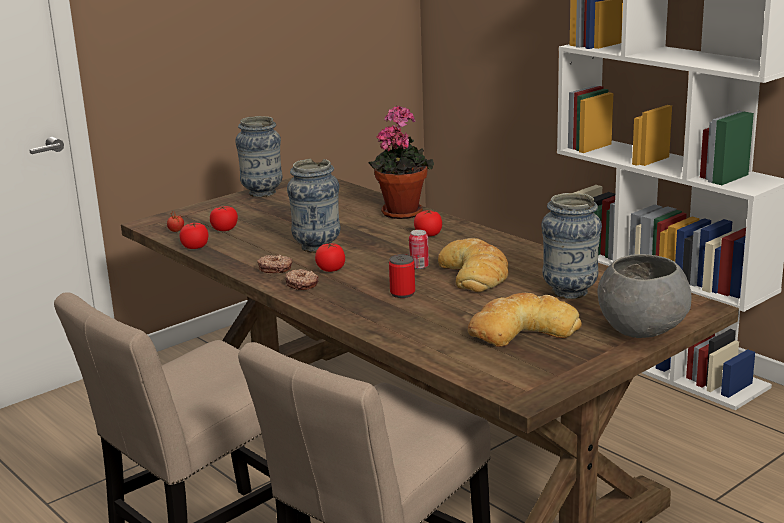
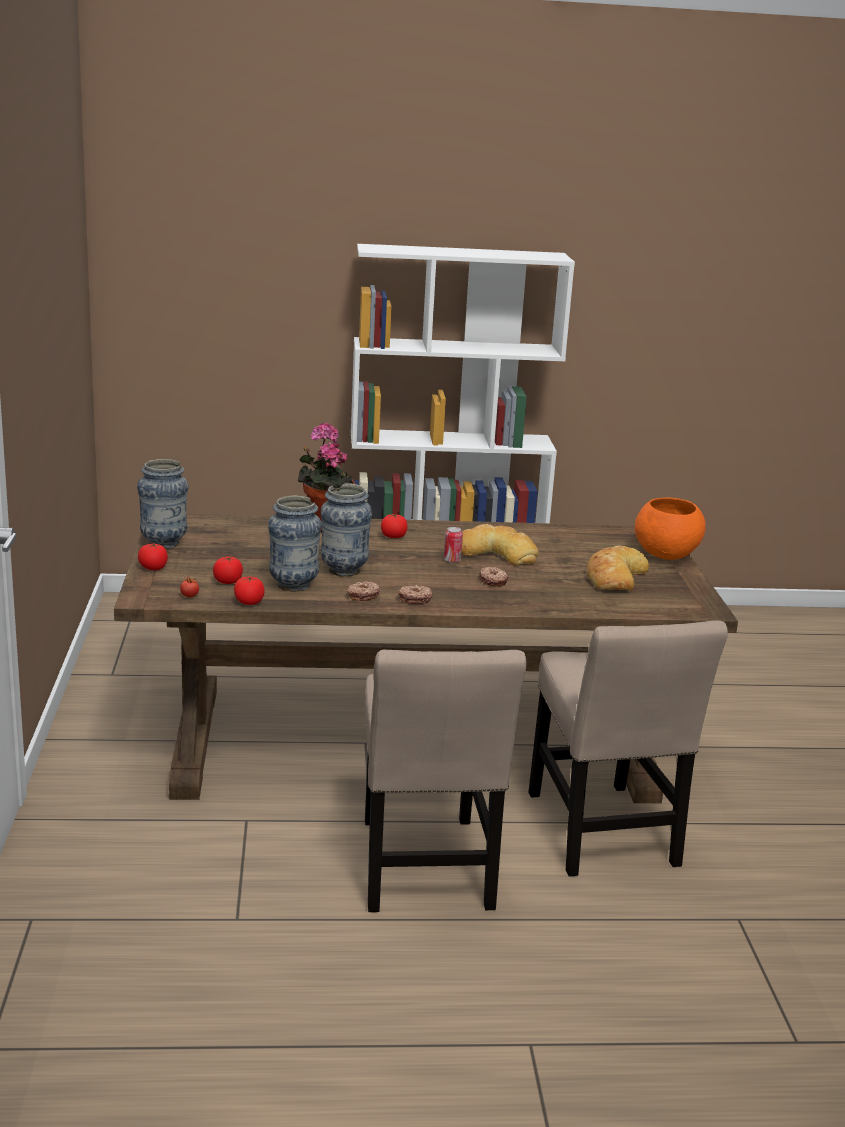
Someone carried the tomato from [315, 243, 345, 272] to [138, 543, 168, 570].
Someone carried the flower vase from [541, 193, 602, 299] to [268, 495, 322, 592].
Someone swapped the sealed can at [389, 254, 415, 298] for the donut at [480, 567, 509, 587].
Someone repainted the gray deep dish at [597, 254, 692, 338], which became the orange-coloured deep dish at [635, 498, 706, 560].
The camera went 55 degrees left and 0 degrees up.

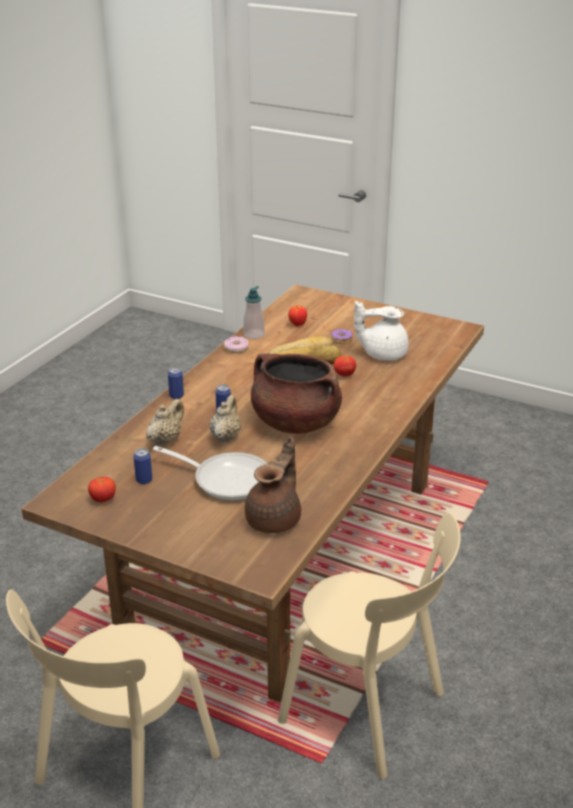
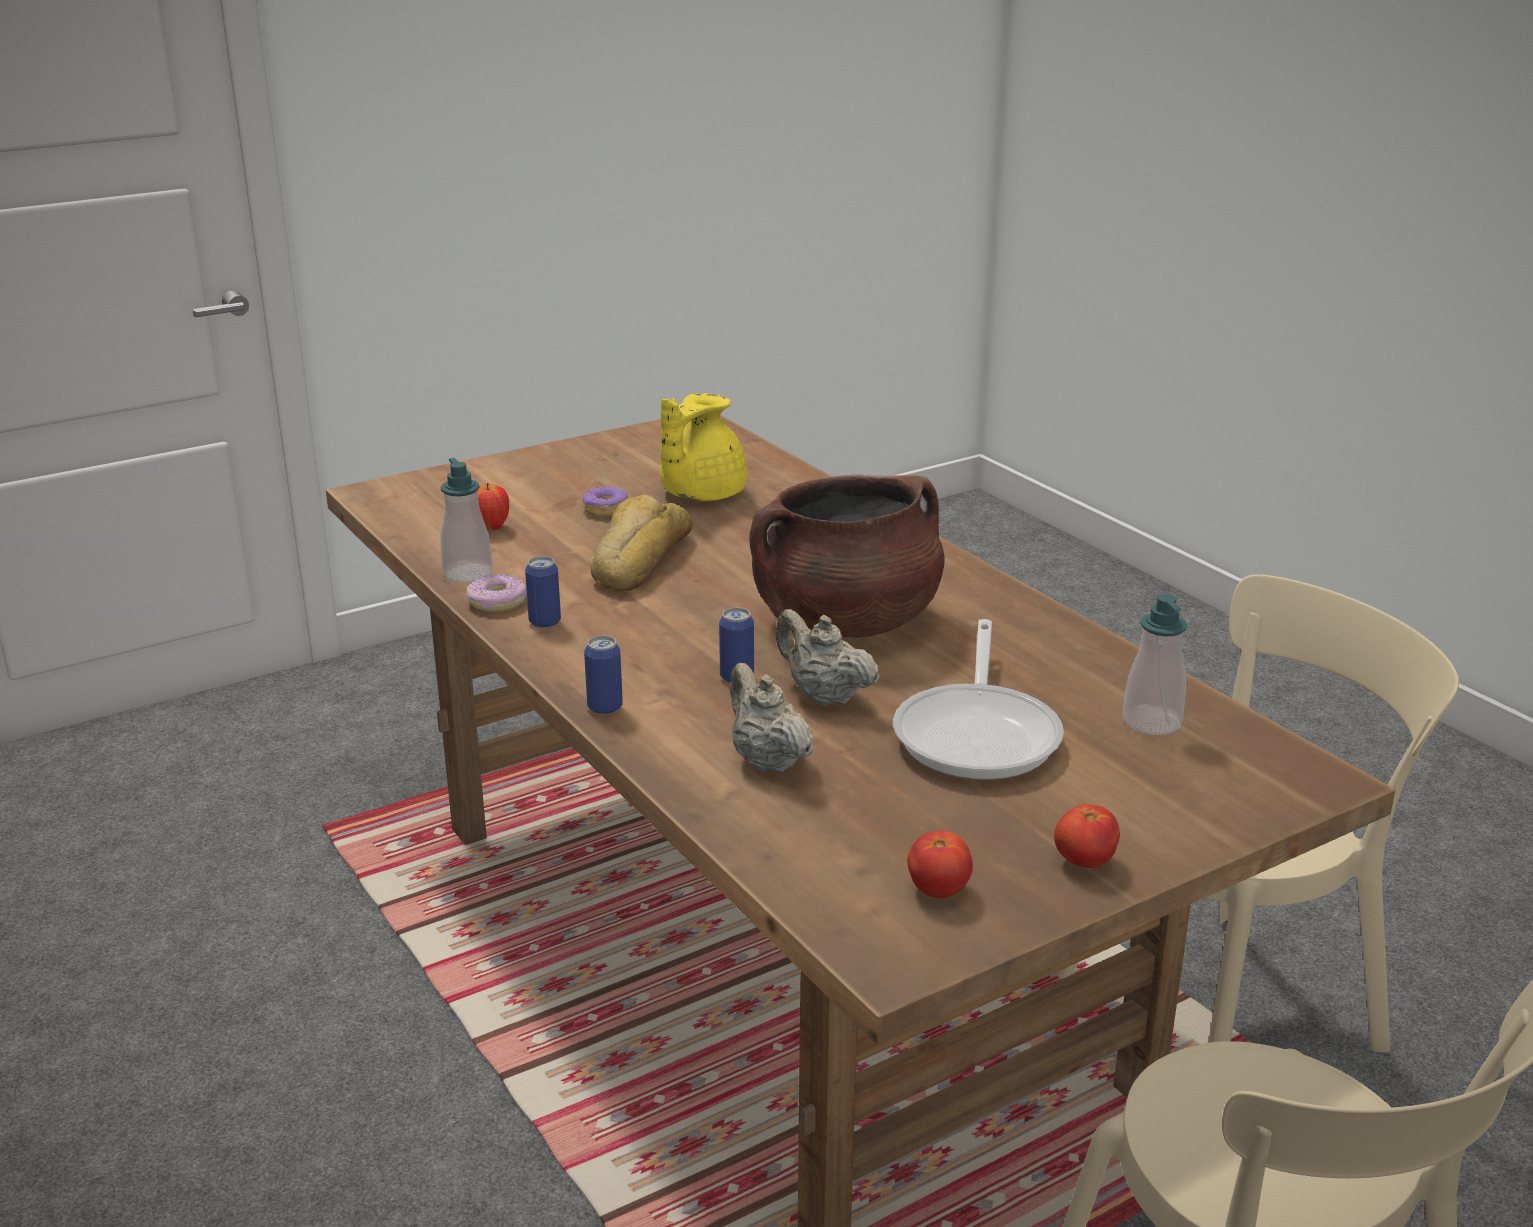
Someone carried the sealed can from [134, 448, 152, 484] to [525, 556, 561, 628].
Someone carried the tomato from [334, 356, 356, 376] to [1054, 804, 1120, 868].
Someone swapped the brownish teapot at [245, 436, 301, 533] for the soap dispenser at [1122, 594, 1187, 735].
Someone repainted the whitish teapot at [354, 301, 409, 361], which became the yellowish teapot at [660, 393, 747, 501].
Someone rotated the pan at [153, 446, 267, 501] by 135 degrees clockwise.
The camera went 60 degrees left and 5 degrees down.

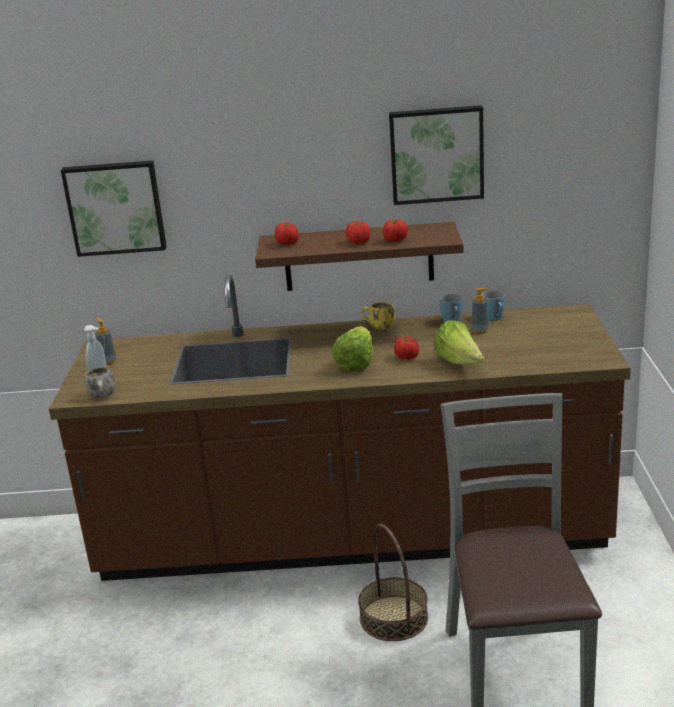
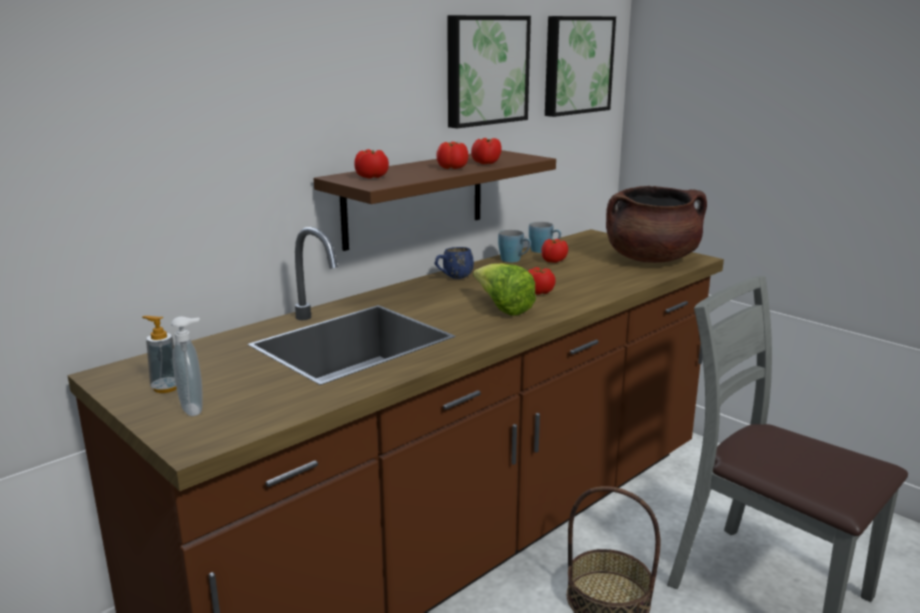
Someone took away the whitish coffee mug at [85, 367, 115, 398].
Someone took away the lettuce at [434, 320, 485, 365].
Someone put down the brownish cooking pot at [606, 186, 707, 263].
Someone carried the wall picture from [61, 161, 167, 257] to [545, 16, 616, 117].
Someone swapped the soap dispenser at [471, 288, 489, 334] for the tomato at [541, 239, 568, 263].
Someone repainted the yellowish coffee mug at [361, 302, 395, 330], which became the blue-coloured coffee mug at [435, 247, 474, 279].
The camera went 45 degrees left and 5 degrees down.

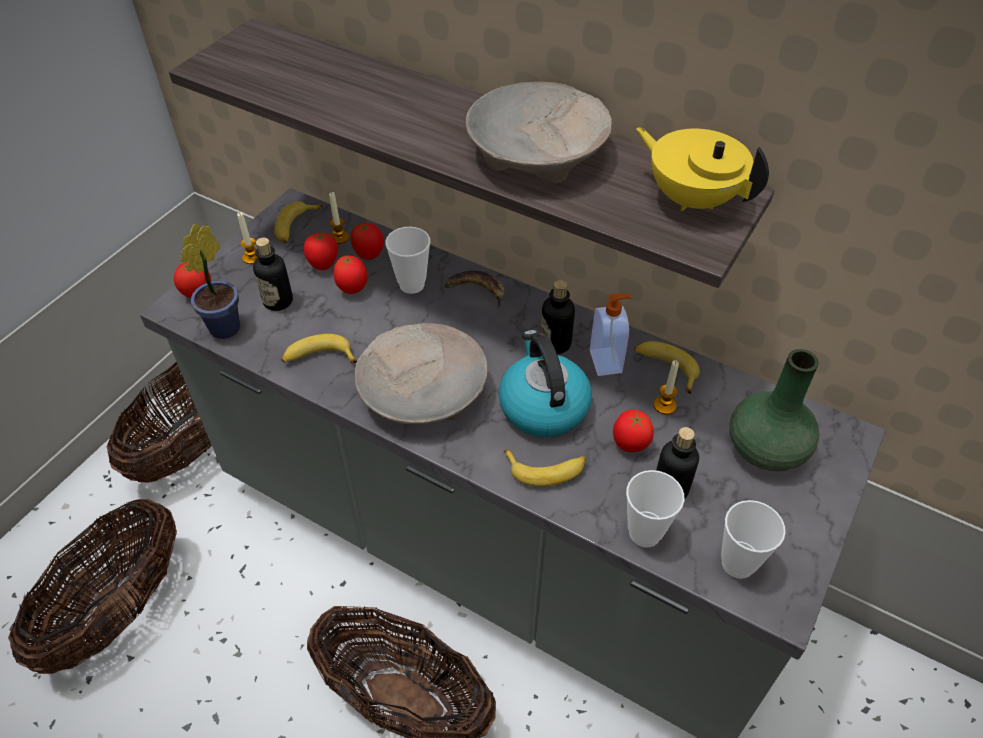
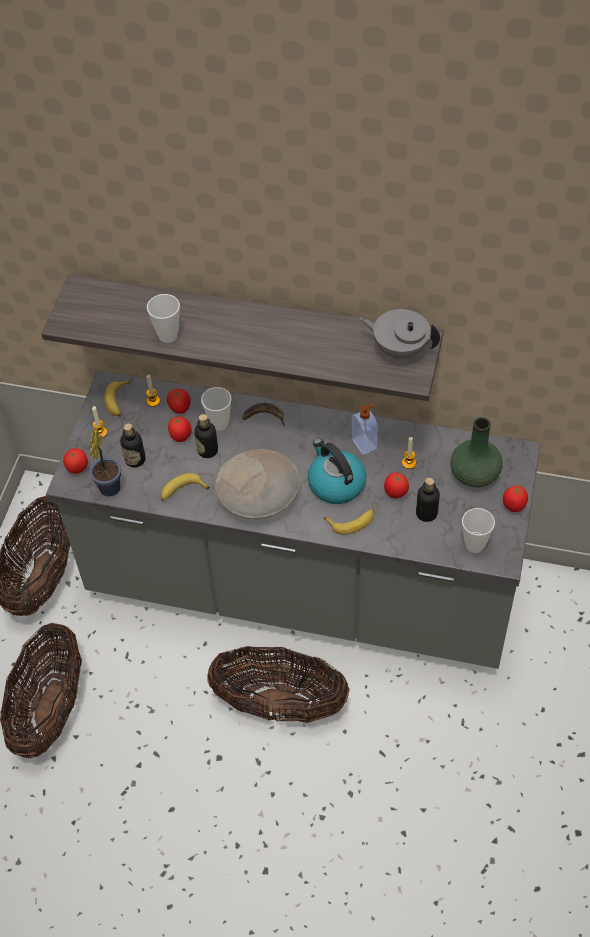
Someone took away the sand-coloured deep dish at [466, 82, 612, 184].
Someone took away the banana fruit at [634, 341, 700, 394].
Someone carried the tomato from [304, 232, 338, 270] to [503, 486, 528, 512].
Someone carried the bottle from [540, 280, 575, 354] to [195, 414, 218, 458].
Someone carried the small cup from [626, 470, 684, 548] to [147, 294, 180, 343].
Someone repainted the yellowish teapot at [636, 127, 769, 212], which became the gray teapot at [360, 309, 440, 359].
The camera went 15 degrees left and 5 degrees up.

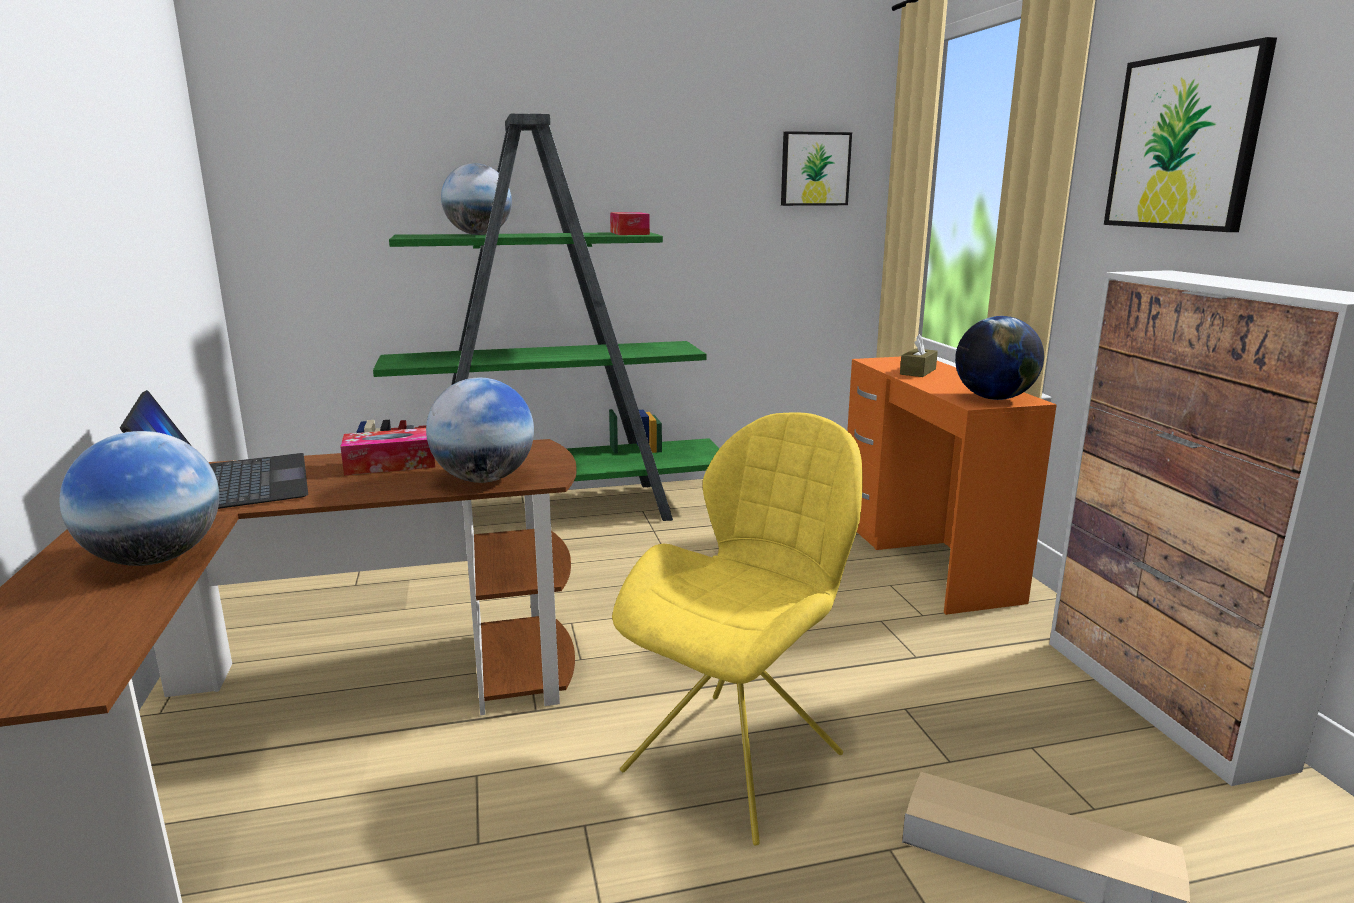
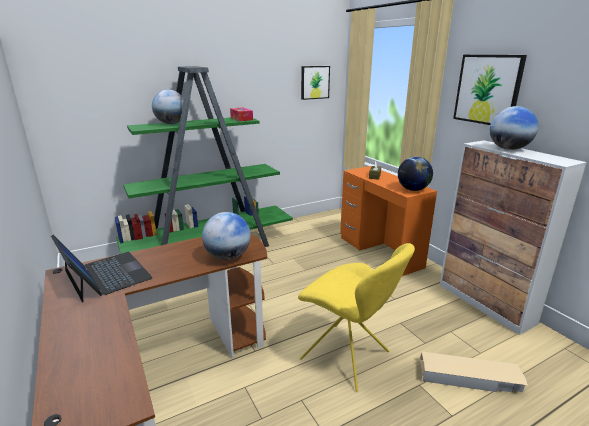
Someone took away the tissue holder at [340, 428, 435, 475].
Someone carried the desk globe from [59, 431, 219, 566] to [489, 106, 538, 150].
Someone rotated the yellowish chair at [612, 412, 863, 845] by 105 degrees clockwise.
The camera went 15 degrees left and 5 degrees up.

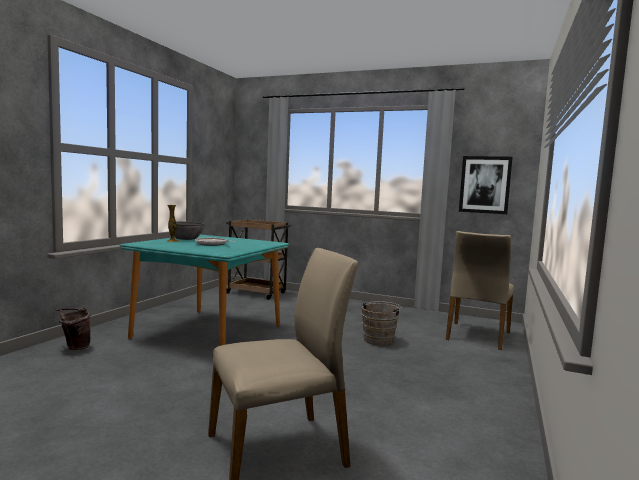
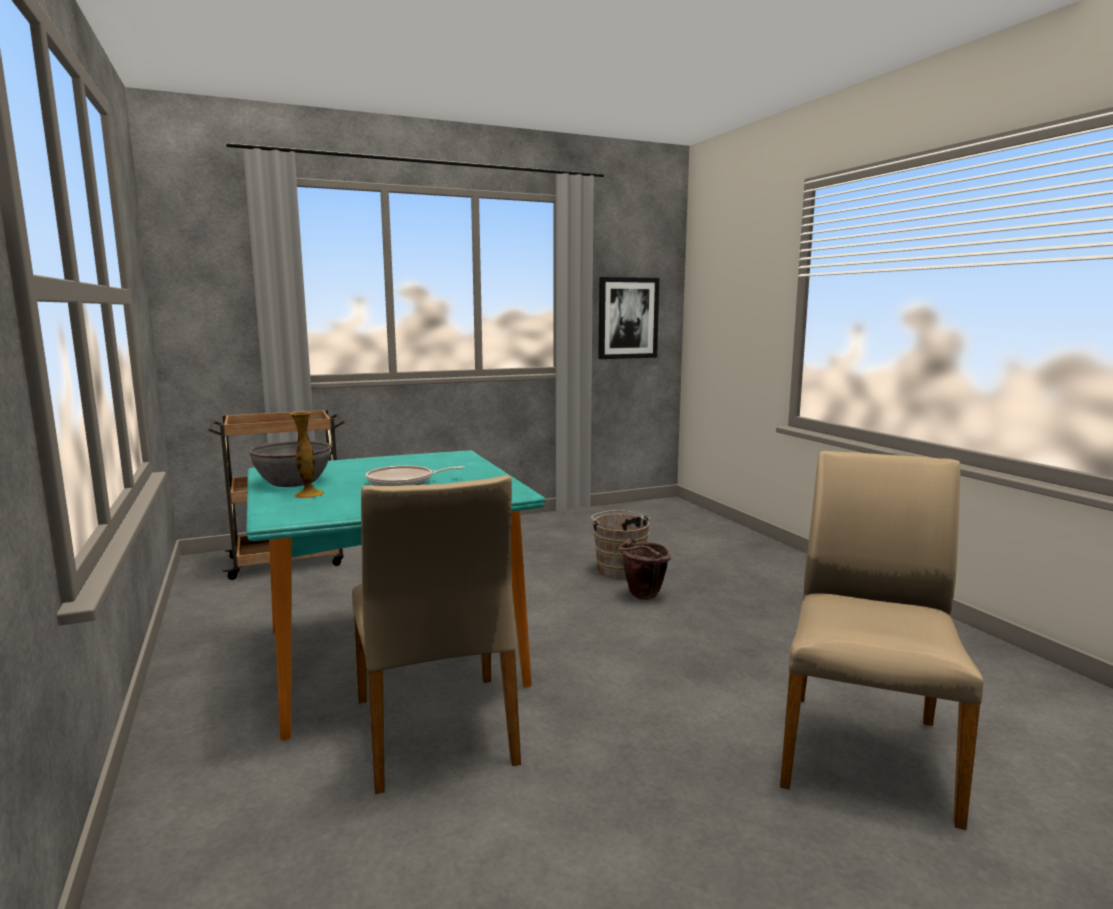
Someone carried the brownish pail from [56, 307, 91, 350] to [618, 539, 671, 600].
Someone carried the sand-coloured chair from [446, 231, 514, 350] to [352, 475, 521, 794].
The camera went 45 degrees left and 5 degrees up.

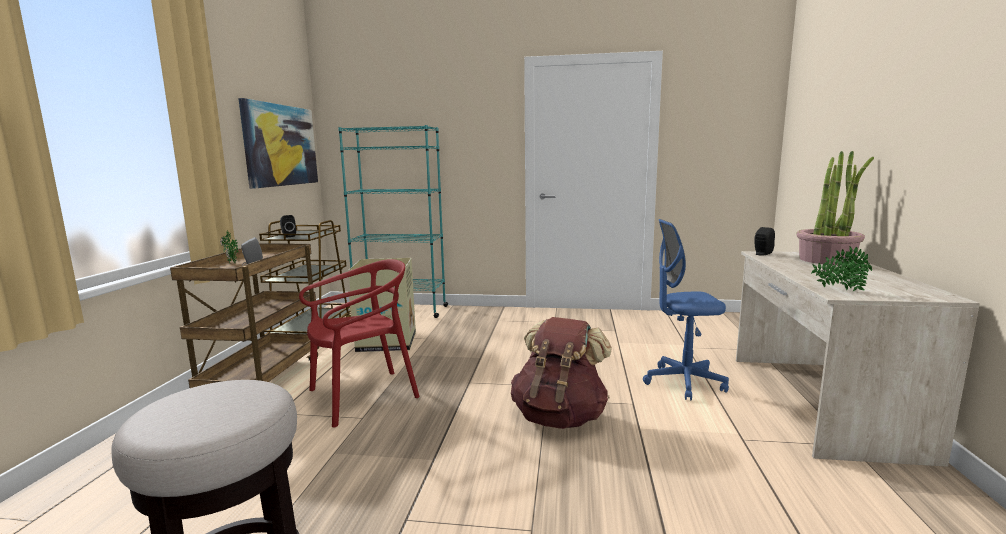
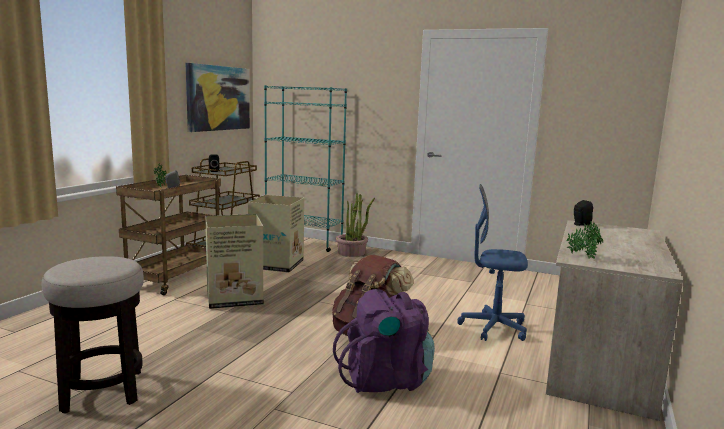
Someone put down the purple rucksack at [333, 289, 435, 393].
Someone carried the potted plant from [797, 151, 874, 265] to [336, 193, 375, 257].
Someone swapped the reddish chair at [299, 259, 420, 427] for the packing box at [205, 214, 263, 309].
The camera went 15 degrees right and 0 degrees up.

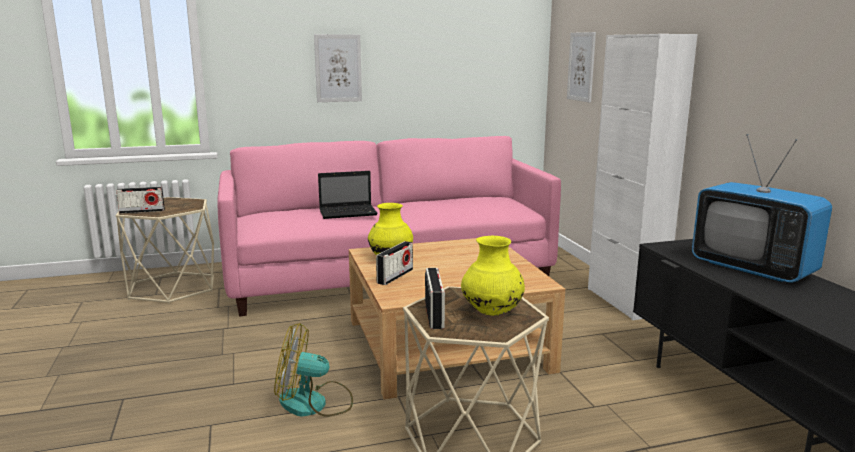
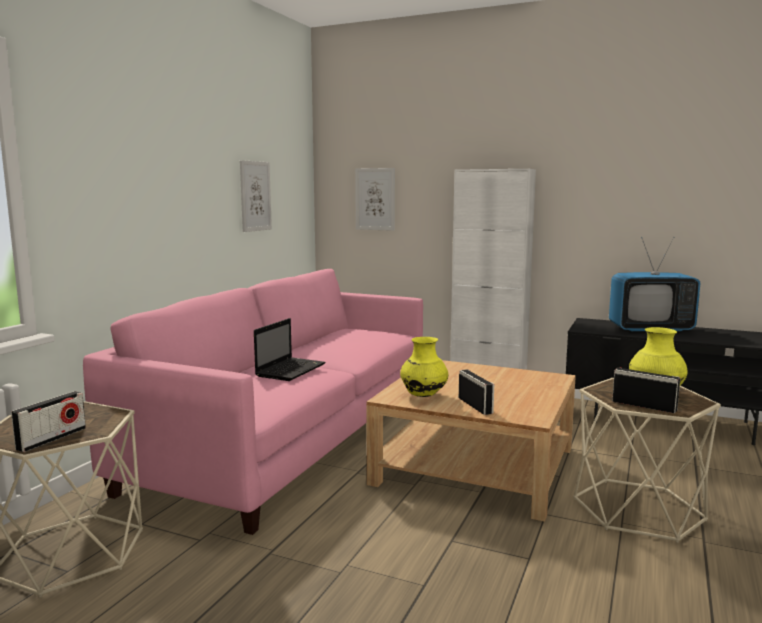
Someone took away the cooling fan at [274, 323, 353, 417].
Someone carried the wall picture from [314, 34, 362, 102] to [240, 160, 272, 232].
The camera went 50 degrees left and 5 degrees down.

